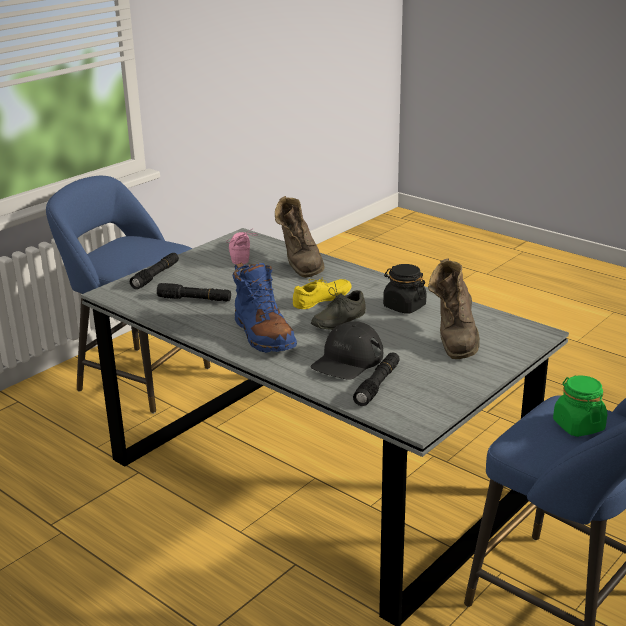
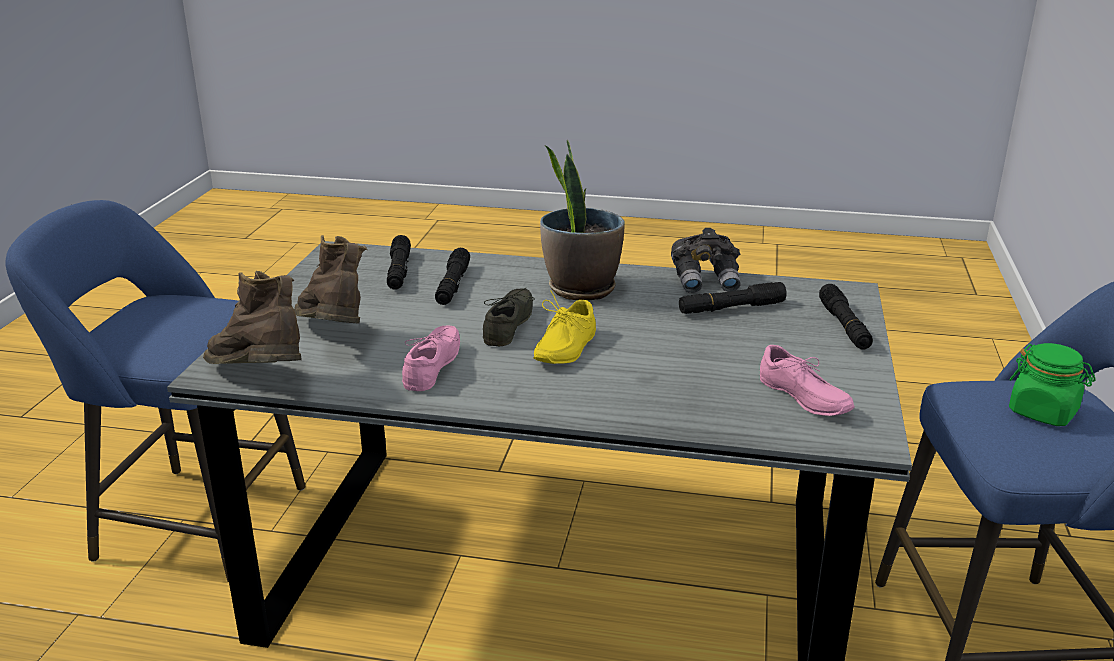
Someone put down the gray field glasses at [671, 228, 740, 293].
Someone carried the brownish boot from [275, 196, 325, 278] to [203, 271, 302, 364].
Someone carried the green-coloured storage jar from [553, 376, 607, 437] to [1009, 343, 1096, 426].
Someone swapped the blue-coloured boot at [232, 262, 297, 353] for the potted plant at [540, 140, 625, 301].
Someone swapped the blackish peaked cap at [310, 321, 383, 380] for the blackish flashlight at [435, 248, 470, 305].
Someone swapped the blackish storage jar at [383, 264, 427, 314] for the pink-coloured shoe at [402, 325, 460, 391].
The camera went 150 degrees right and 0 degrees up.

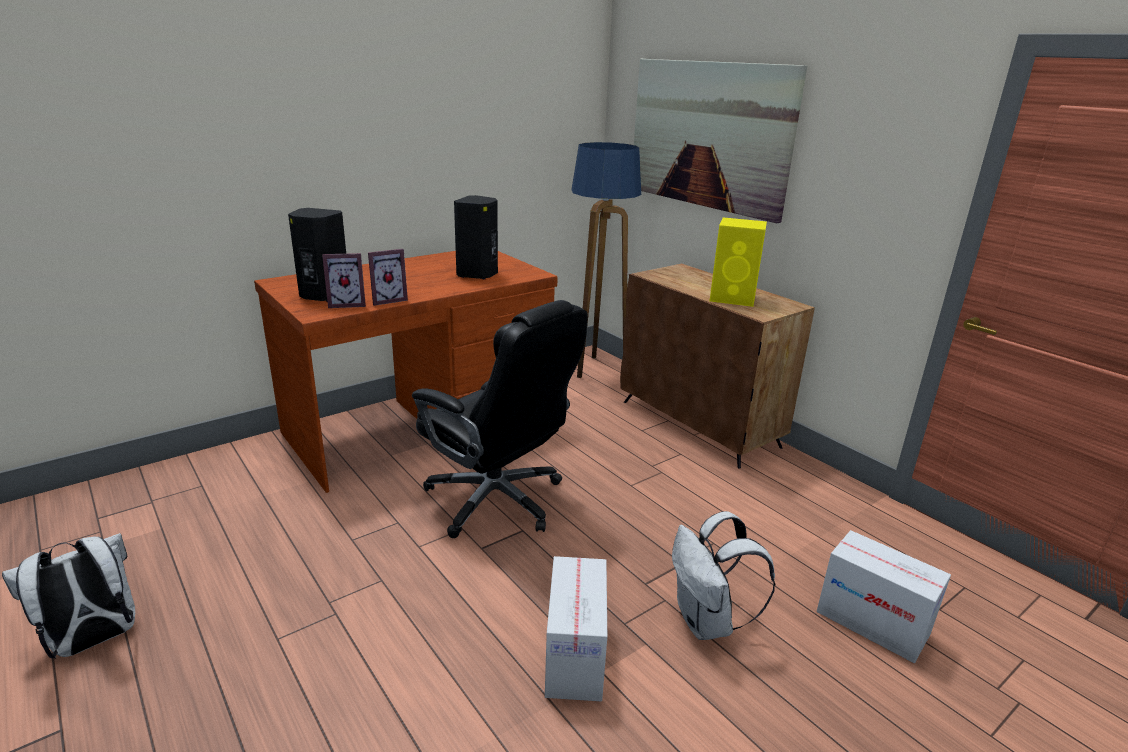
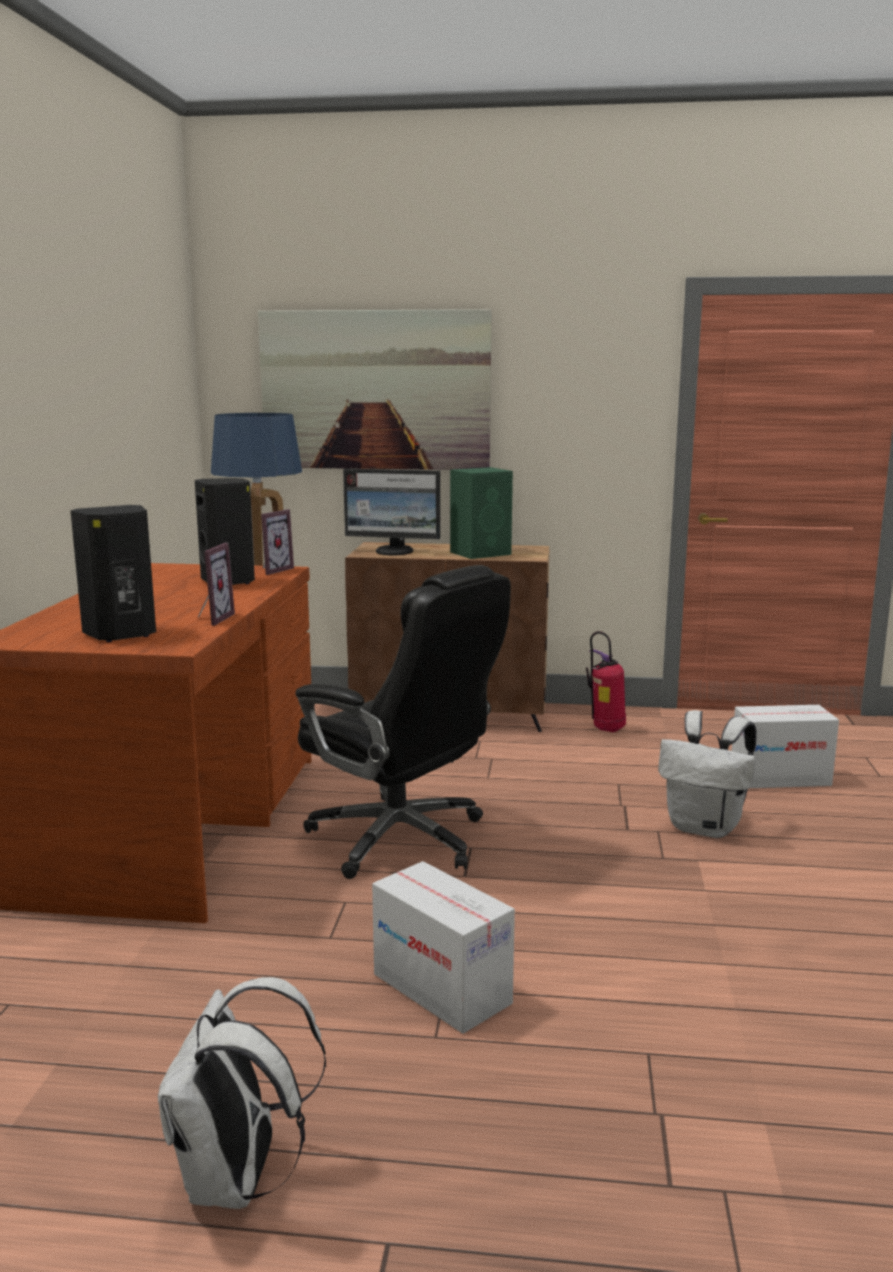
Someone put down the computer display at [343, 469, 440, 555].
Someone put down the fire-fighting cylinder at [586, 631, 626, 732].
Someone carried the photo frame from [322, 253, 366, 308] to [261, 509, 294, 575].
Someone carried the packing box from [545, 556, 607, 701] to [372, 861, 515, 1034].
Someone repainted the yellowish loudspeaker at [710, 217, 767, 307], which became the green-coloured loudspeaker at [450, 467, 513, 559].
Someone rotated the blackish office chair at [412, 300, 588, 538] by 45 degrees clockwise.
The camera went 45 degrees left and 10 degrees down.

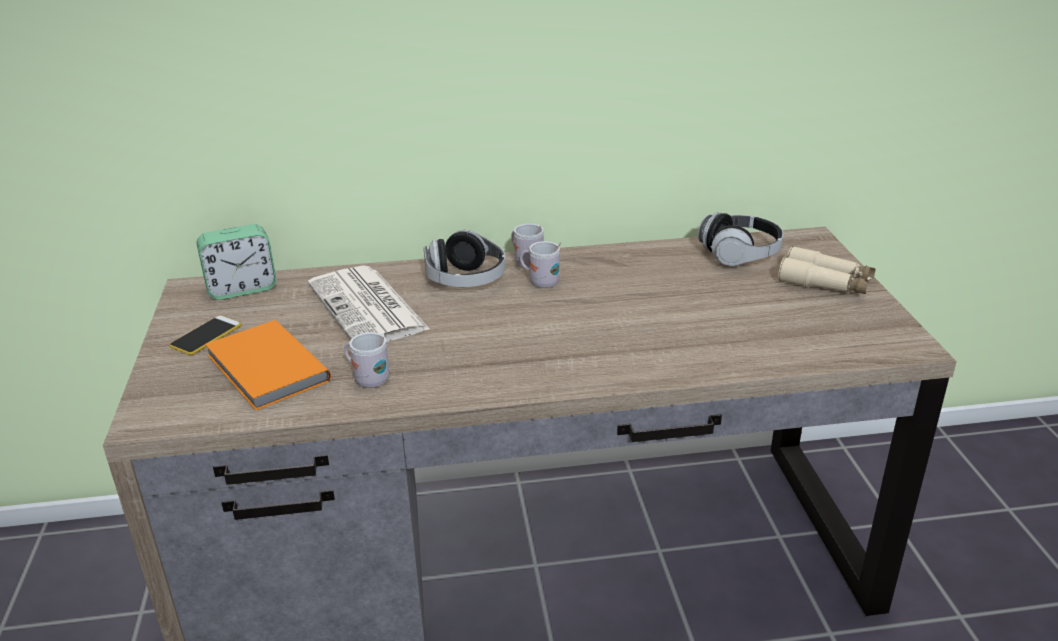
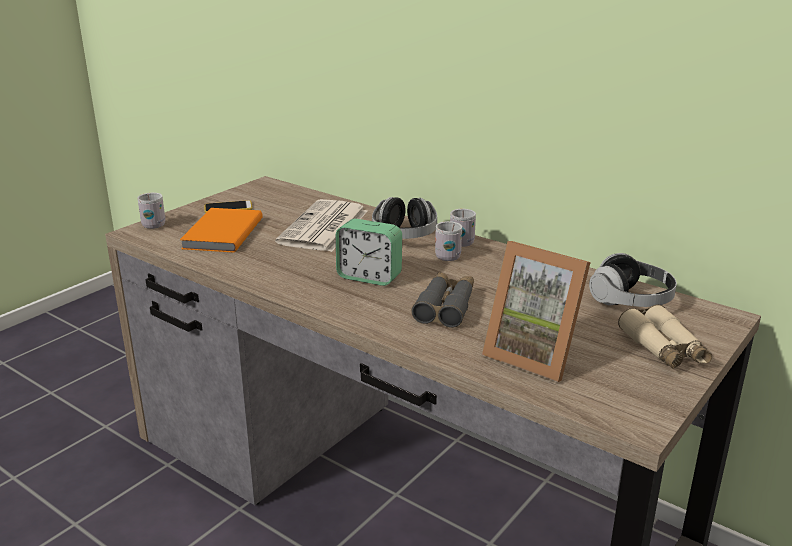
Someone put down the gray field glasses at [411, 272, 474, 328].
Someone put down the photo frame at [482, 241, 591, 382].
Someone carried the table clock from [197, 224, 277, 300] to [336, 219, 402, 286].
Someone carried the whitish coffee mug from [344, 332, 390, 388] to [137, 193, 165, 229].
The camera went 45 degrees right and 5 degrees down.

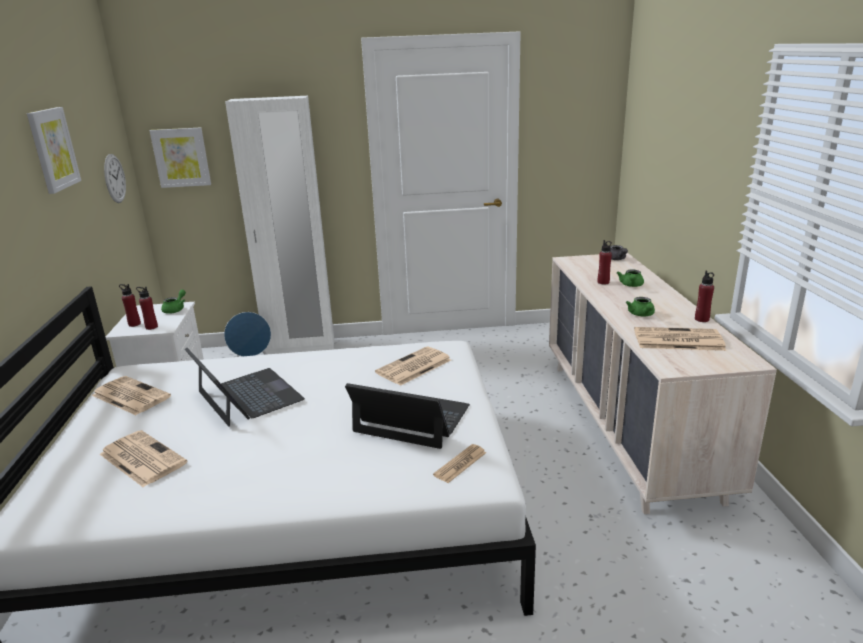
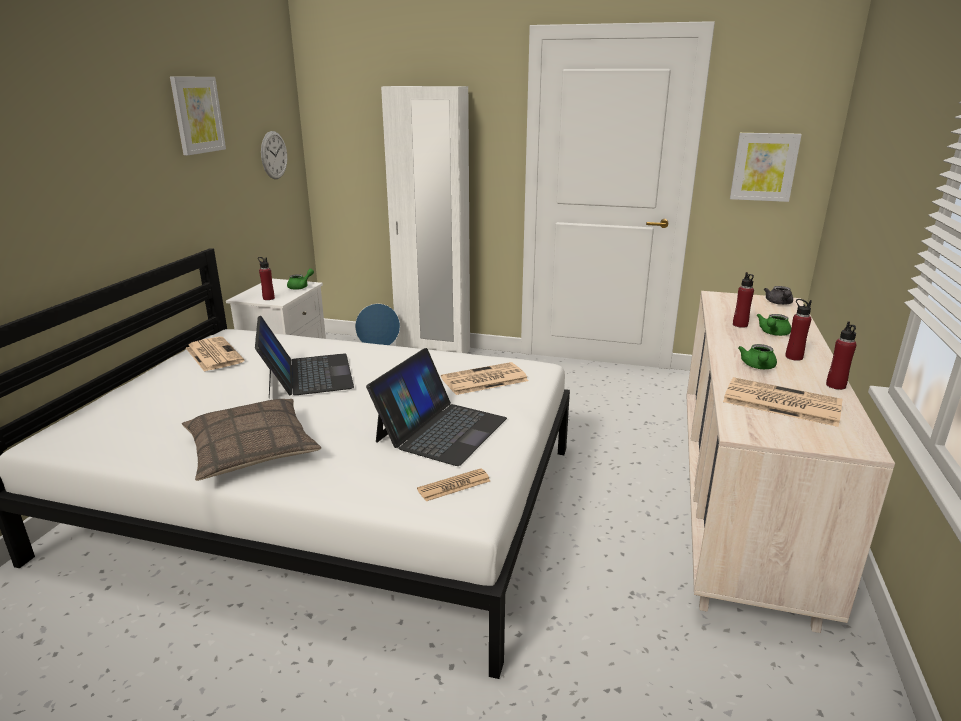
Someone took away the daily paper at [100, 430, 187, 487].
Someone put down the pillow at [182, 399, 321, 481].
Someone carried the reddish bottle from [119, 284, 141, 327] to [785, 299, 812, 361].
Someone carried the wall picture from [149, 128, 211, 188] to [730, 133, 802, 202].
Someone rotated the portable computer at [345, 383, 470, 449] by 75 degrees clockwise.
The camera went 20 degrees right and 0 degrees up.

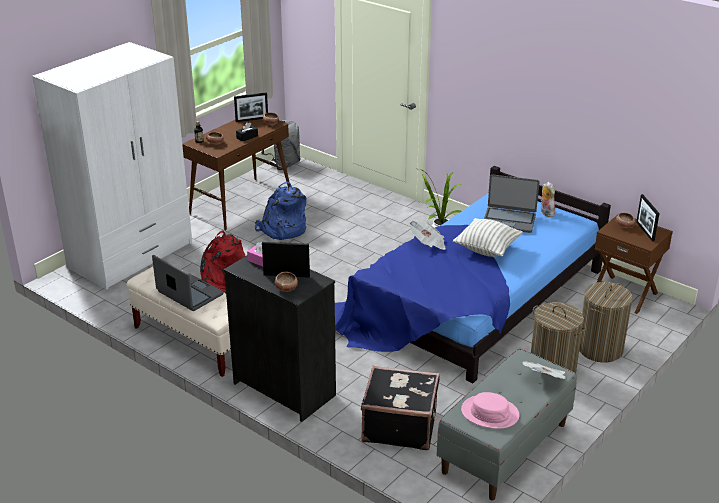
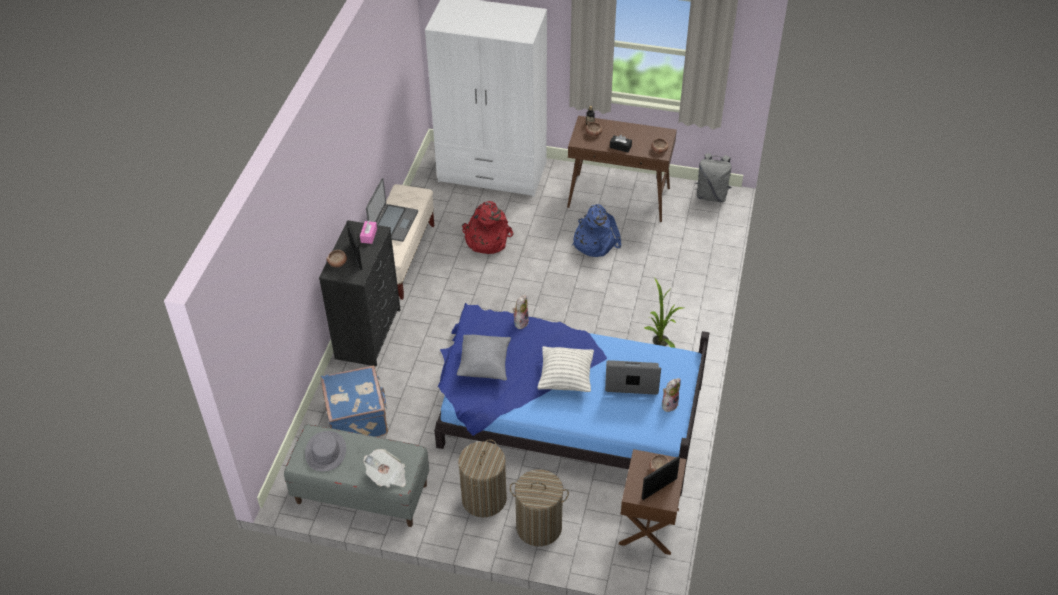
Someone took away the photo frame at [234, 92, 268, 122].
Someone took away the daily paper at [409, 219, 445, 250].
Someone put down the gray pillow at [457, 335, 511, 380].
Someone put down the cuddly toy at [512, 295, 529, 329].
Someone repainted the blackish suitcase at [361, 366, 440, 450], which became the blue-coloured suitcase at [321, 366, 388, 437].
Someone repainted the pink-coloured hat at [461, 392, 519, 429], which became the gray hat at [305, 431, 346, 472].
Someone rotated the portable computer at [484, 174, 539, 233] by 105 degrees clockwise.
The camera went 65 degrees right and 15 degrees up.

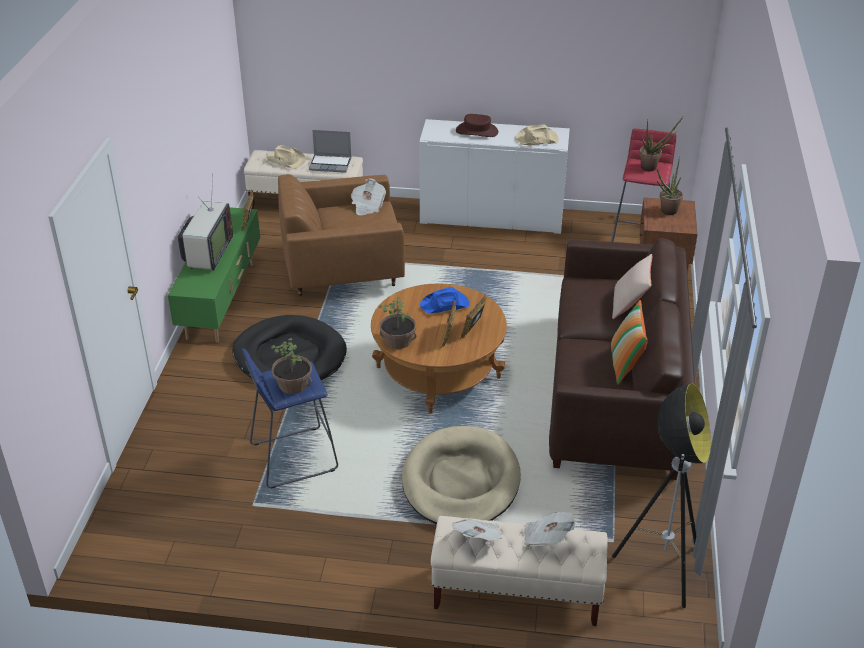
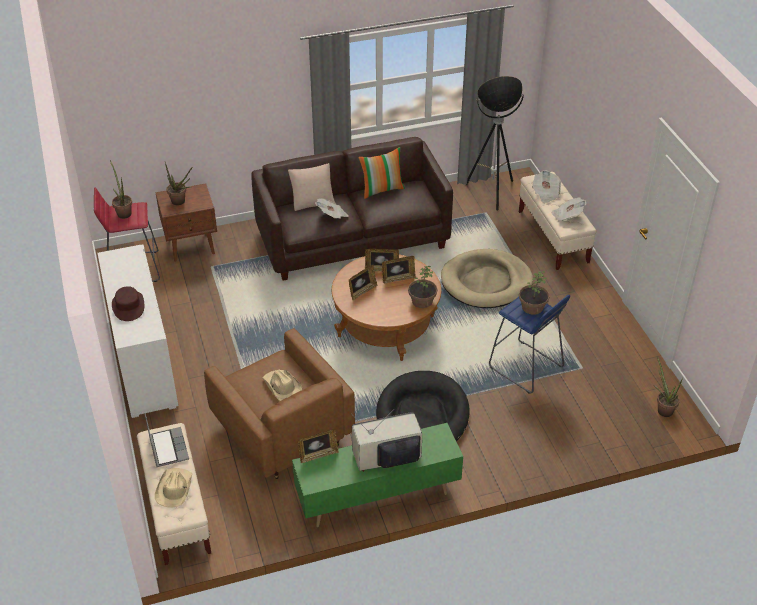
Someone put down the potted plant at [654, 356, 683, 417].
Someone carried the daily paper from [351, 179, 386, 215] to [315, 198, 349, 219].
Someone carried the sand-coloured hat from [516, 124, 559, 145] to [263, 370, 302, 401].
Someone swapped the blue-coloured hat at [420, 286, 469, 313] for the photo frame at [349, 265, 378, 300].
The camera went 115 degrees left and 5 degrees up.

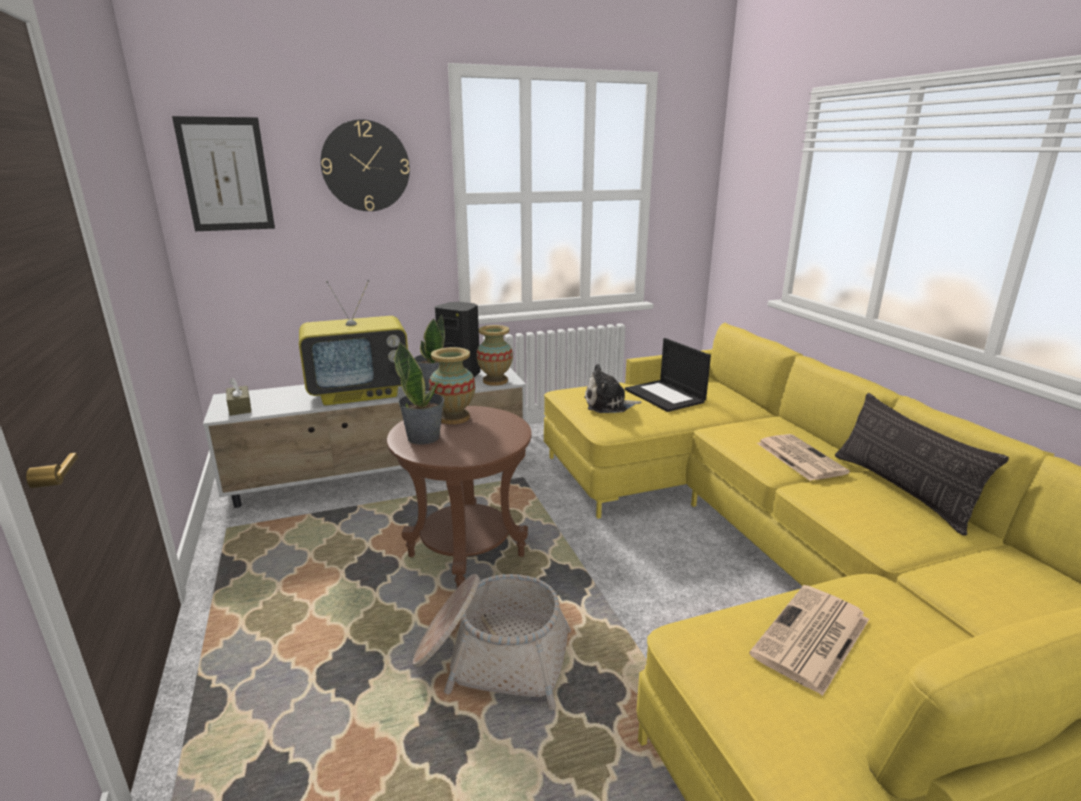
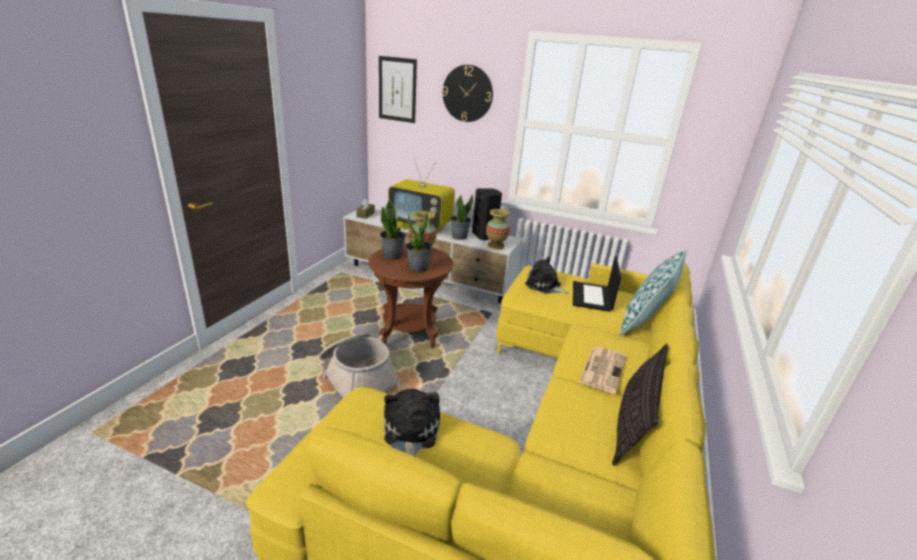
Someone put down the potted plant at [406, 210, 432, 272].
Someone put down the pillow at [620, 249, 687, 335].
Someone swapped the daily paper at [749, 585, 869, 696] for the cuddly toy at [384, 389, 440, 456].
The camera went 40 degrees right and 5 degrees up.

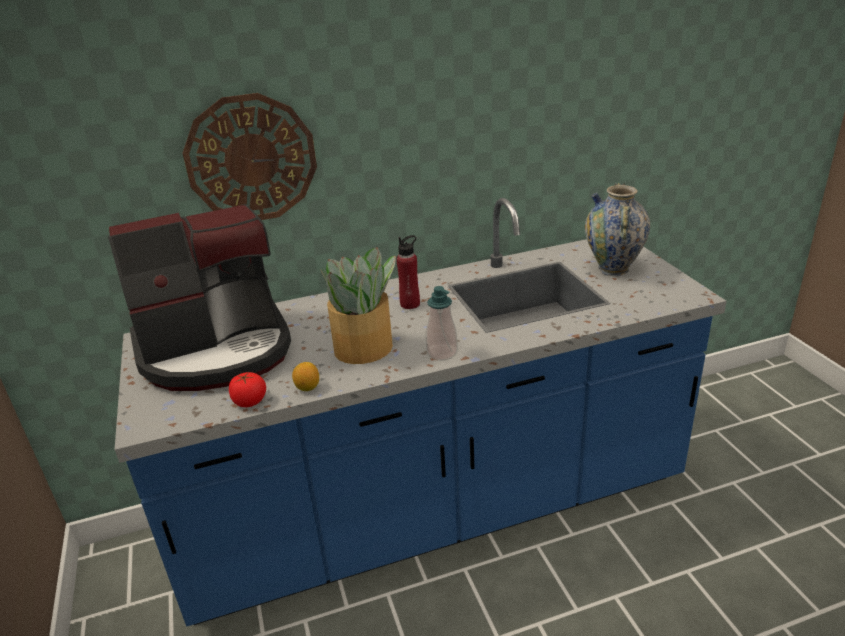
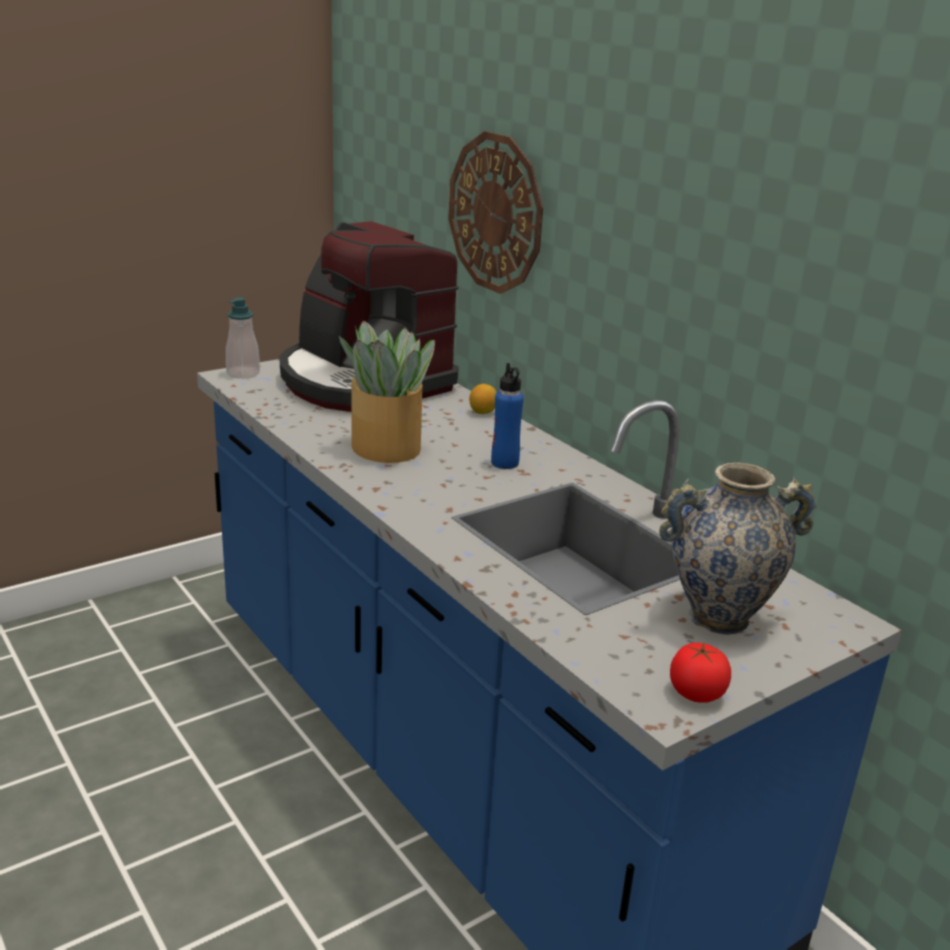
Someone carried the tomato from [229, 372, 266, 407] to [670, 642, 731, 703].
Someone carried the citrus fruit from [292, 362, 319, 391] to [469, 384, 497, 414].
Someone carried the soap dispenser from [426, 286, 458, 360] to [226, 298, 260, 379].
Someone repainted the reddish bottle at [396, 235, 420, 309], which became the blue-coloured bottle at [491, 363, 524, 469].
The camera went 70 degrees right and 5 degrees down.

